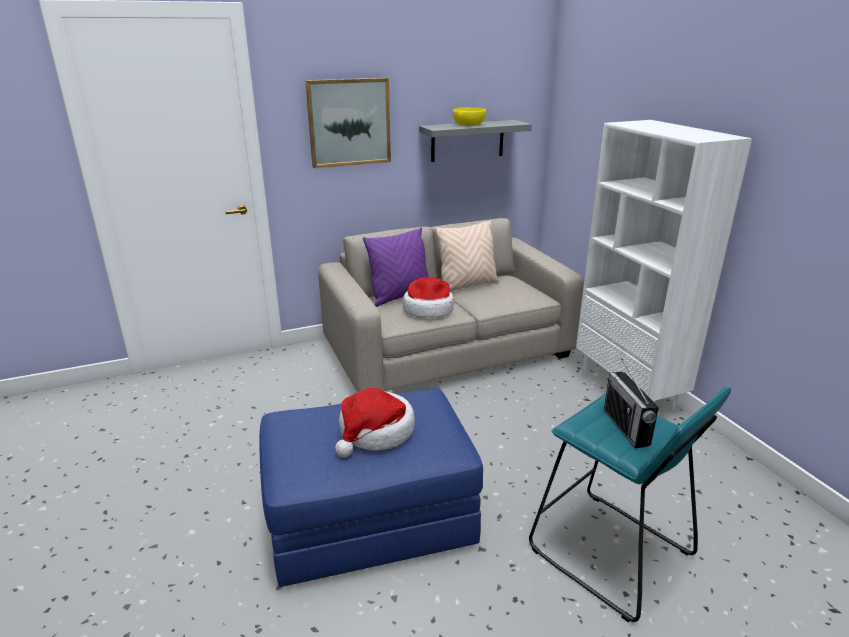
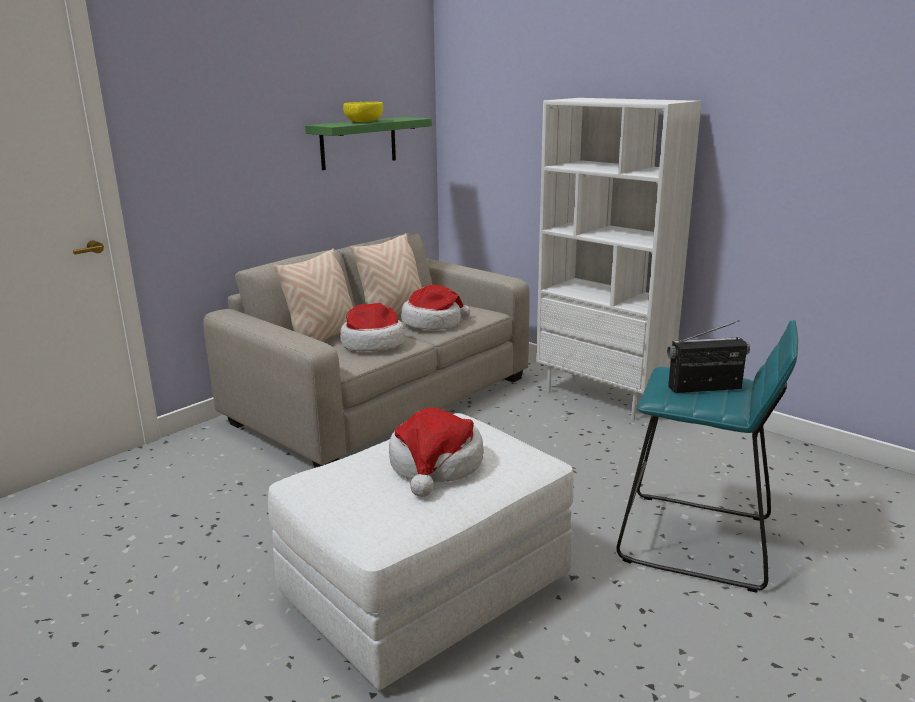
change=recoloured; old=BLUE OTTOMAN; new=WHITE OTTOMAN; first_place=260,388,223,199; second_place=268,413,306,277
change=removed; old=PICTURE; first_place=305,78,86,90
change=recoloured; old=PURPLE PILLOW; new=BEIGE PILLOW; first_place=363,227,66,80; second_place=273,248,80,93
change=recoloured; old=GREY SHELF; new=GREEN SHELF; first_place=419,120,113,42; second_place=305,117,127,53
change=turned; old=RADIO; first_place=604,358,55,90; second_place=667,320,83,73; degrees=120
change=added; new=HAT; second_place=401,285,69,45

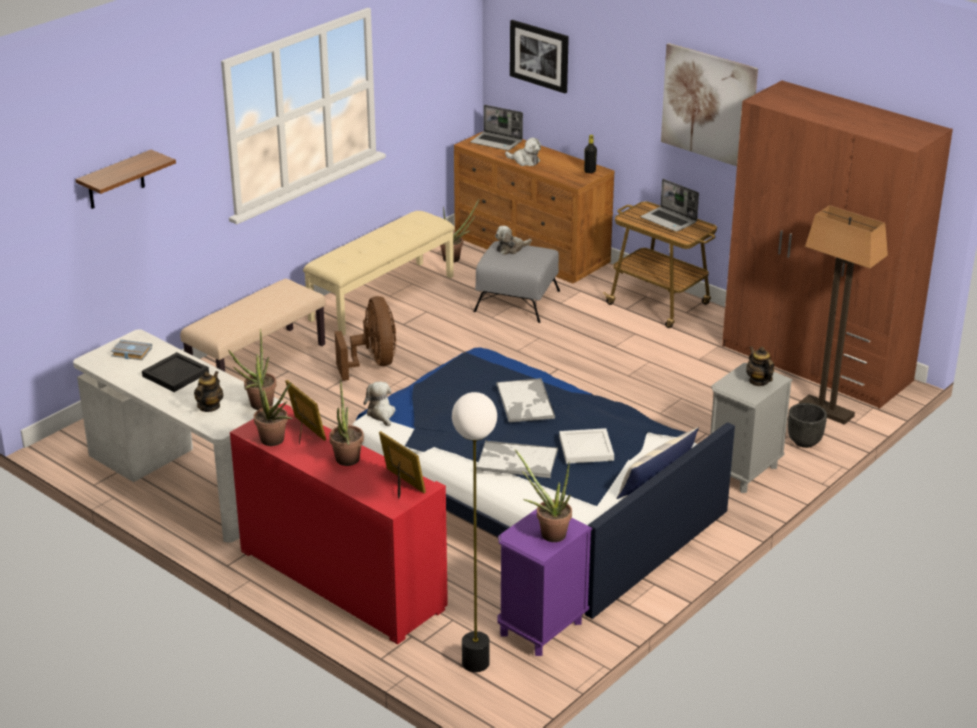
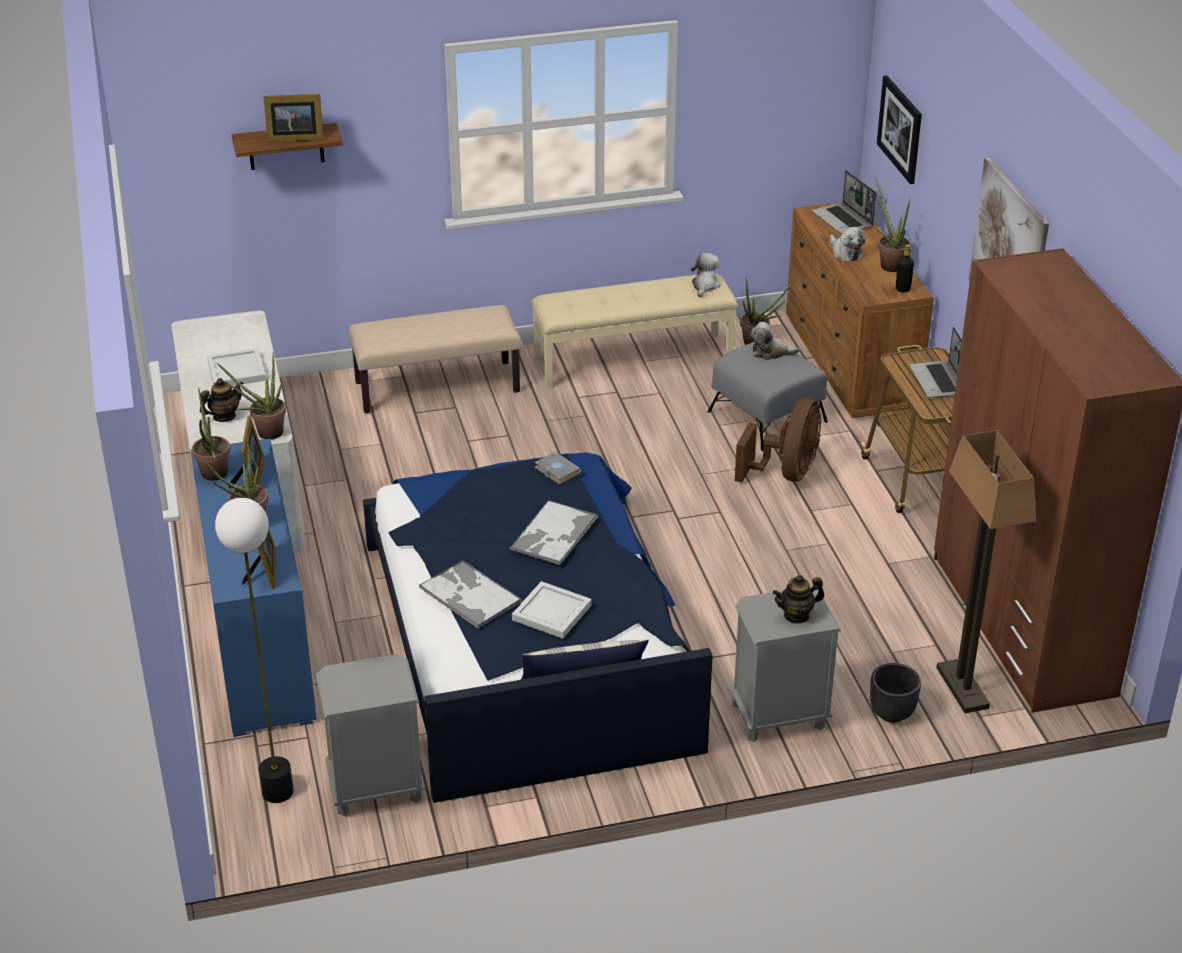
change=moved; old=GREY BOOK; first_place=111,340,41,20; second_place=534,452,48,33
change=recoloured; old=BLACK TRAY; new=WHITE TRAY; first_place=142,352,67,40; second_place=207,348,59,38
change=recoloured; old=RED CABINET; new=BLUE CABINET; first_place=230,403,218,242; second_place=190,439,127,298
change=moved; old=BROWN FAN; first_place=335,296,61,85; second_place=735,397,86,86
change=moved; old=PLUSH TOY; first_place=364,382,32,44; second_place=691,253,29,44
change=recoloured; old=PURPLE NIGHTSTAND; new=GREY NIGHTSTAND; first_place=497,509,95,147; second_place=316,654,109,162
change=moved; old=POTTED PLANT; first_place=515,449,57,93; second_place=873,178,37,94
change=turned; old=TEAPOT; first_place=746,347,28,39; second_place=773,575,51,49; degrees=-120
change=added; new=PICTURE FRAME; second_place=263,94,61,48

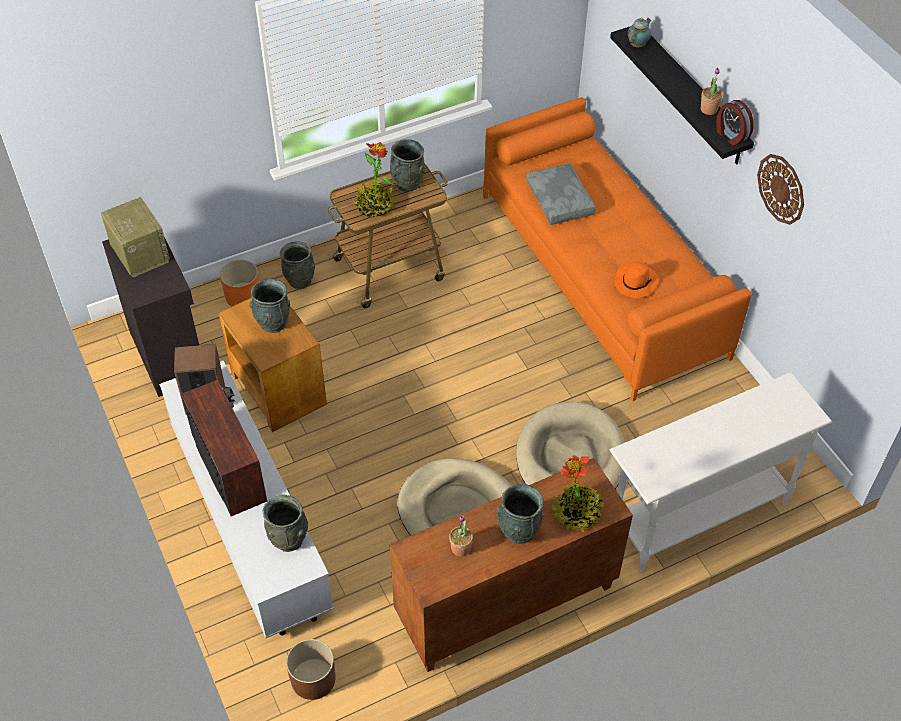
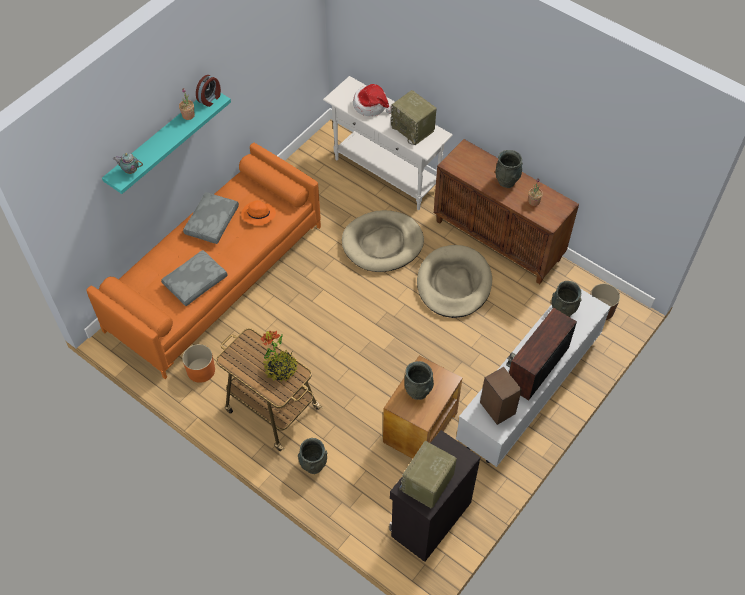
change=moved; old=ORANGE PLANTER; first_place=220,259,39,47; second_place=182,344,33,39
change=removed; old=GREY VASE; first_place=390,139,35,52
change=removed; old=POTTED PLANT; first_place=550,455,55,77
change=recoloured; old=BLACK SHELF; new=TURQUOISE SHELF; first_place=610,26,144,139; second_place=102,93,129,101
change=removed; old=WALL CLOCK; first_place=757,154,47,71
change=added; new=GREY PILLOW; second_place=183,192,56,52
change=added; new=HAT; second_place=353,84,40,32
change=added; new=RADIO; second_place=391,90,46,55

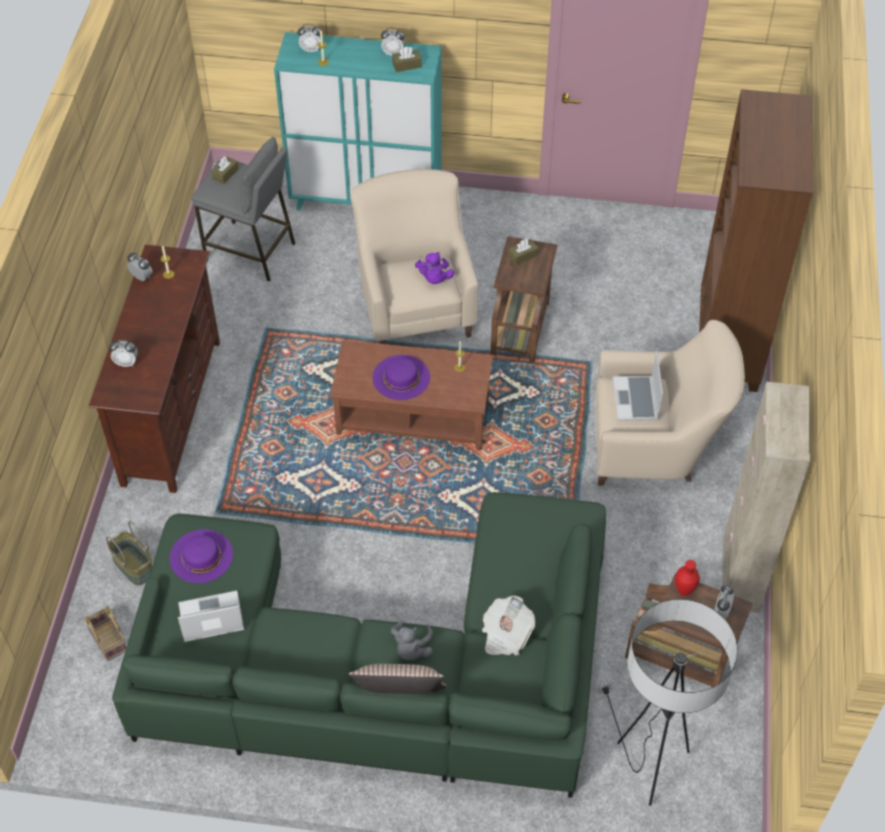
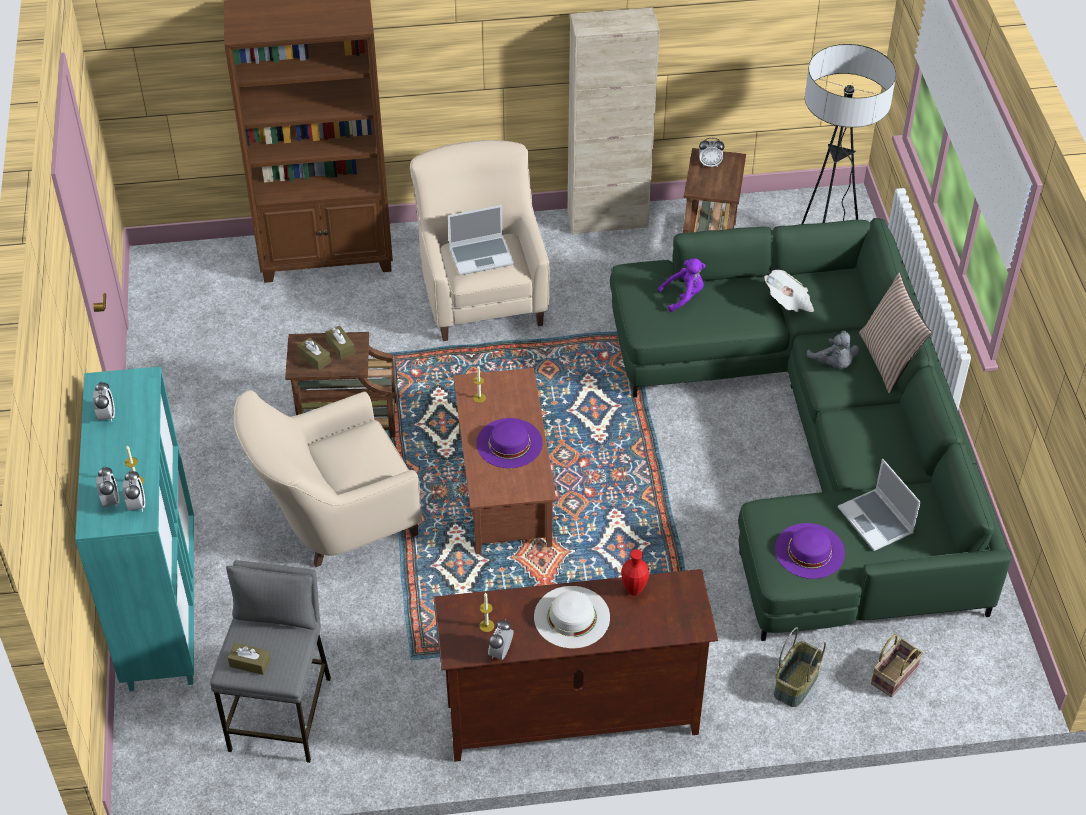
change=moved; old=ALARM CLOCK; first_place=109,340,29,27; second_place=123,470,22,42
change=turned; old=GREY PLUSH TOY; first_place=391,621,42,40; second_place=807,330,52,39; degrees=60
change=moved; old=BROWN TISSUE BOX; first_place=392,46,30,26; second_place=325,326,30,33
change=moved; old=PURPLE PLUSH TOY; first_place=415,252,40,32; second_place=658,258,48,54
change=moved; old=RED VASE; first_place=675,560,25,36; second_place=621,549,28,47
change=added; new=WHITE HAT; second_place=534,586,76,62

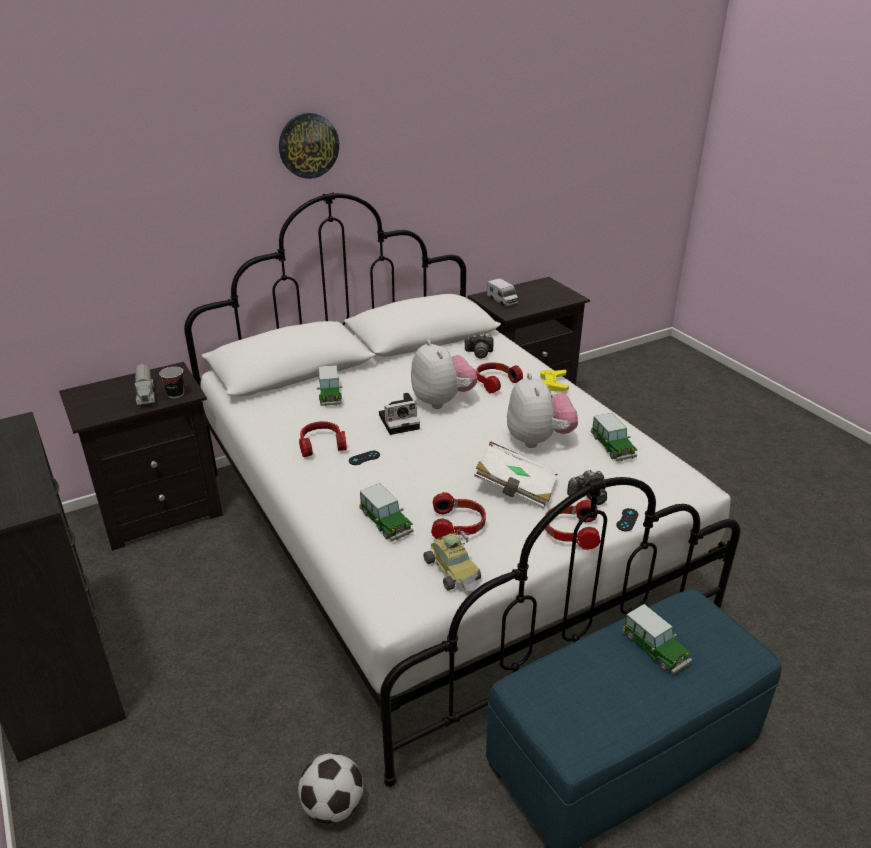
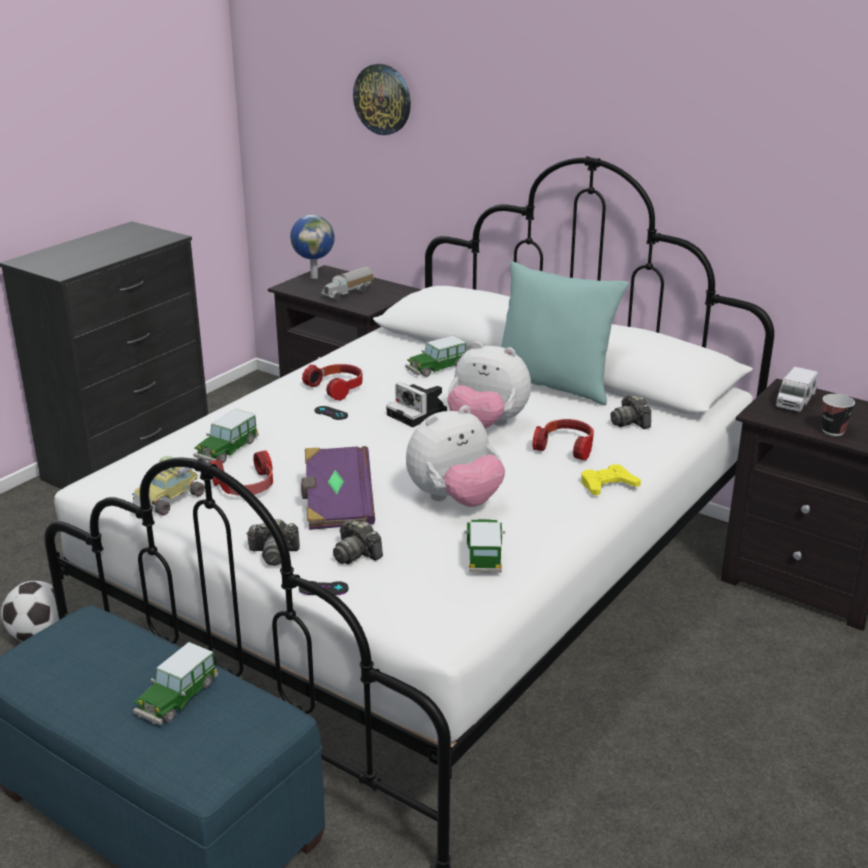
change=moved; old=CUP; first_place=159,366,25,32; second_place=822,394,33,42
change=moved; old=WALL CLOCK; first_place=279,113,60,66; second_place=353,64,58,71
change=turned; old=PLUSH TOY; first_place=411,340,66,69; second_place=447,341,84,88; degrees=75
change=recoloured; old=WHITE BOOK; new=PURPLE BOOK; first_place=474,441,84,68; second_place=301,446,74,84
change=replaced; old=HEADPHONES; new=PHOTO CAMERA; first_place=545,500,55,50; second_place=246,519,54,47
change=turned; old=TOY CAR; first_place=591,413,46,48; second_place=465,519,40,54; degrees=135
change=added; new=GLOBE; second_place=290,215,45,64
change=added; new=TURQUOISE PILLOW; second_place=501,261,128,144

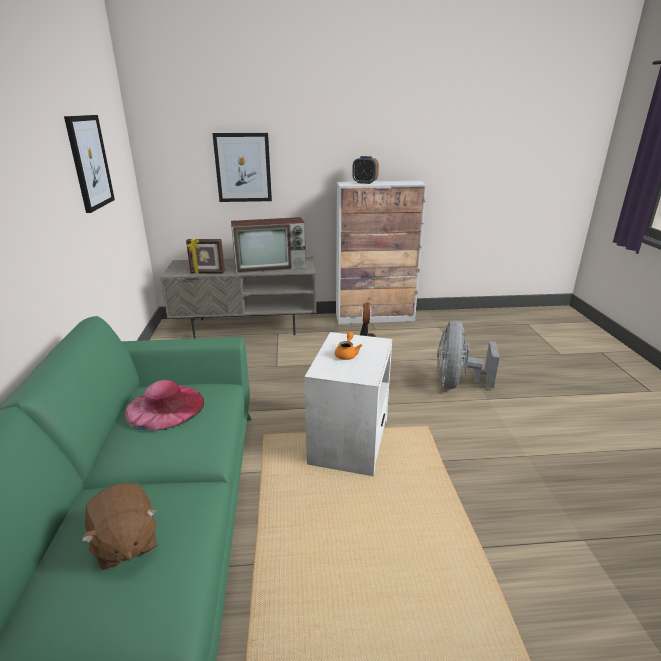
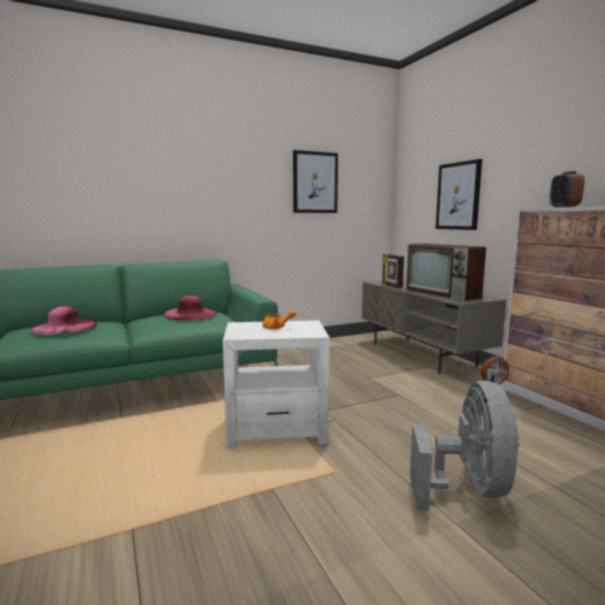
change=replaced; old=BROWN PLUSH TOY; new=PINK HAT; first_place=81,483,77,87; second_place=31,306,66,29
change=turned; old=GREY FAN; first_place=437,321,62,68; second_place=410,381,109,130; degrees=105

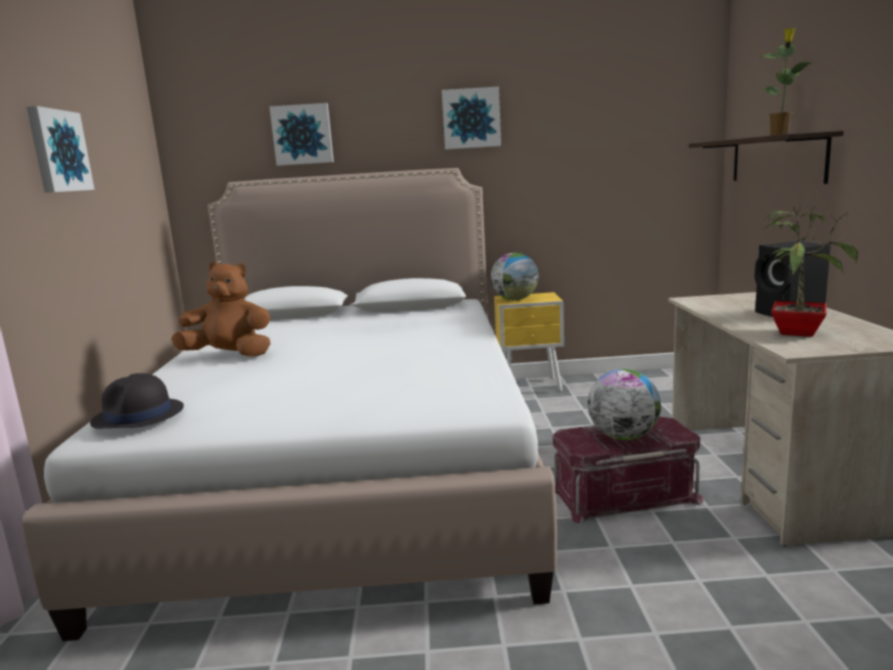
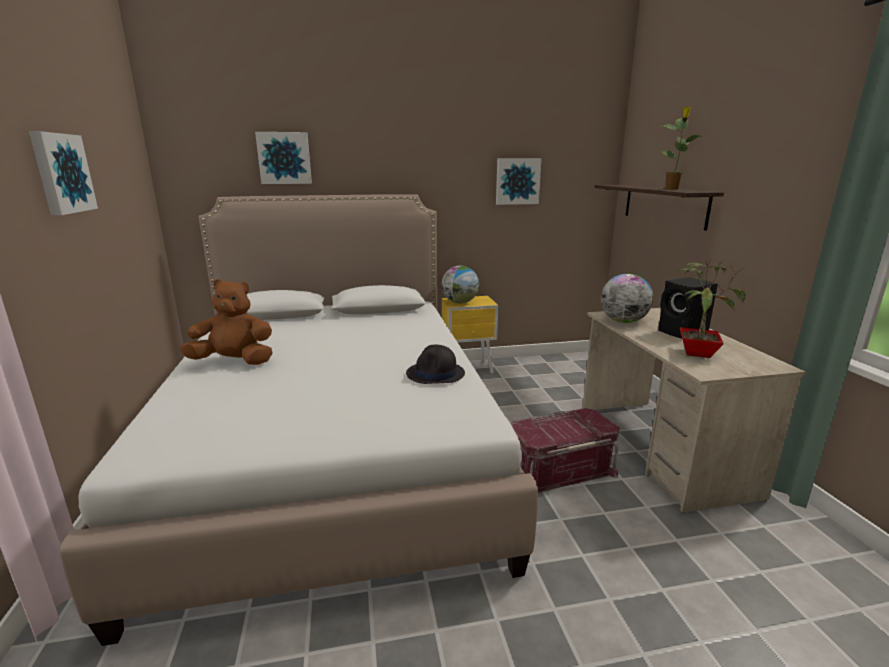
change=moved; old=BLACK HAT; first_place=90,373,94,56; second_place=406,345,59,39
change=moved; old=PICTURE; first_place=442,87,59,63; second_place=496,158,46,47
change=moved; old=GLOBE; first_place=588,369,73,71; second_place=601,274,52,49

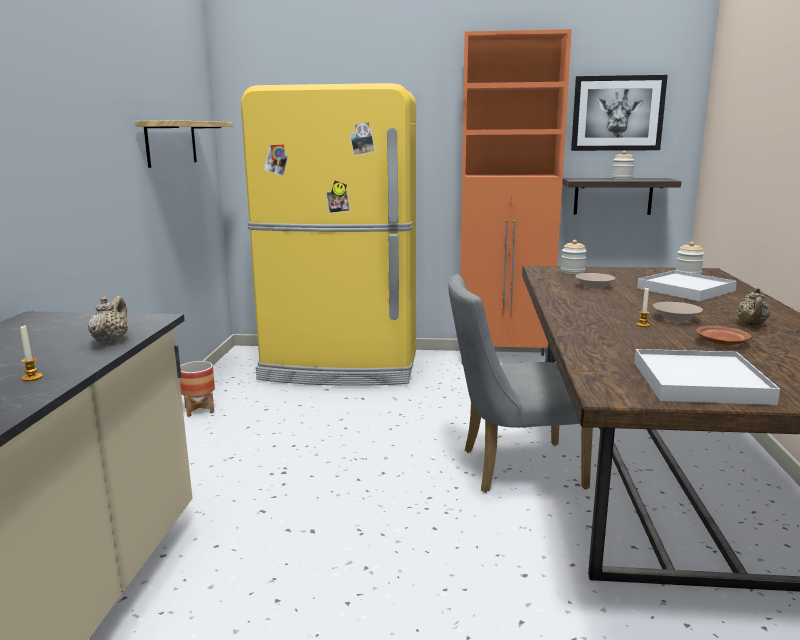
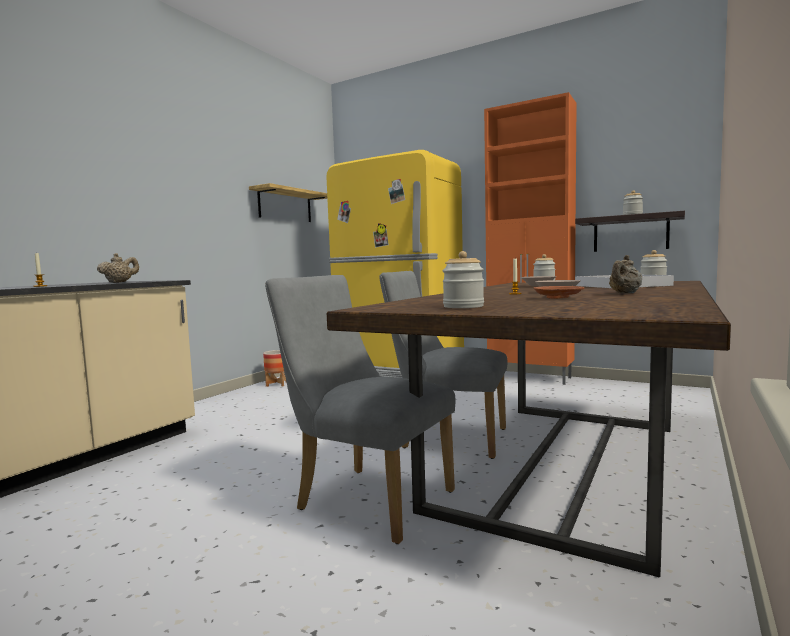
change=removed; old=PICTURE; first_place=571,75,97,76
change=replaced; old=WHITE TRAY; new=JAR; first_place=634,349,146,56; second_place=442,251,42,57
change=added; new=GREY CHAIR; second_place=265,275,190,269

